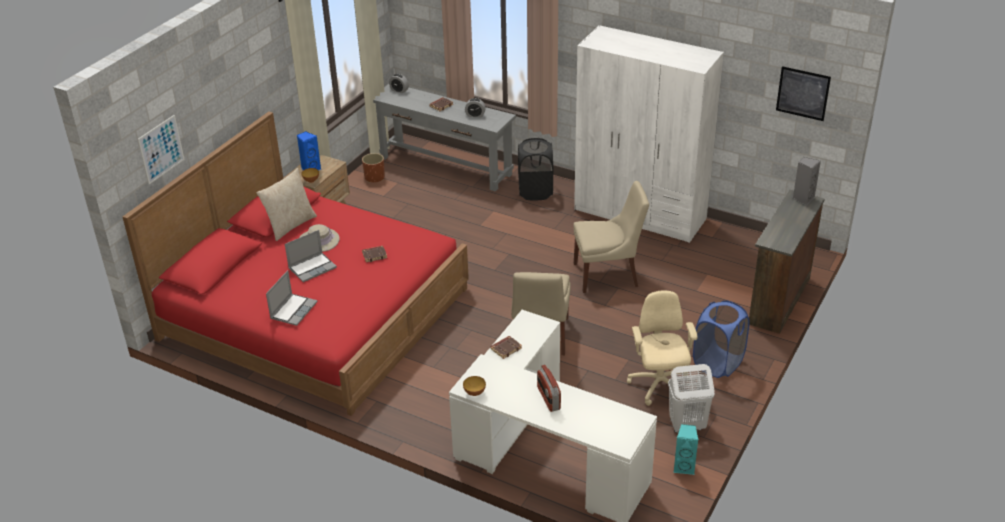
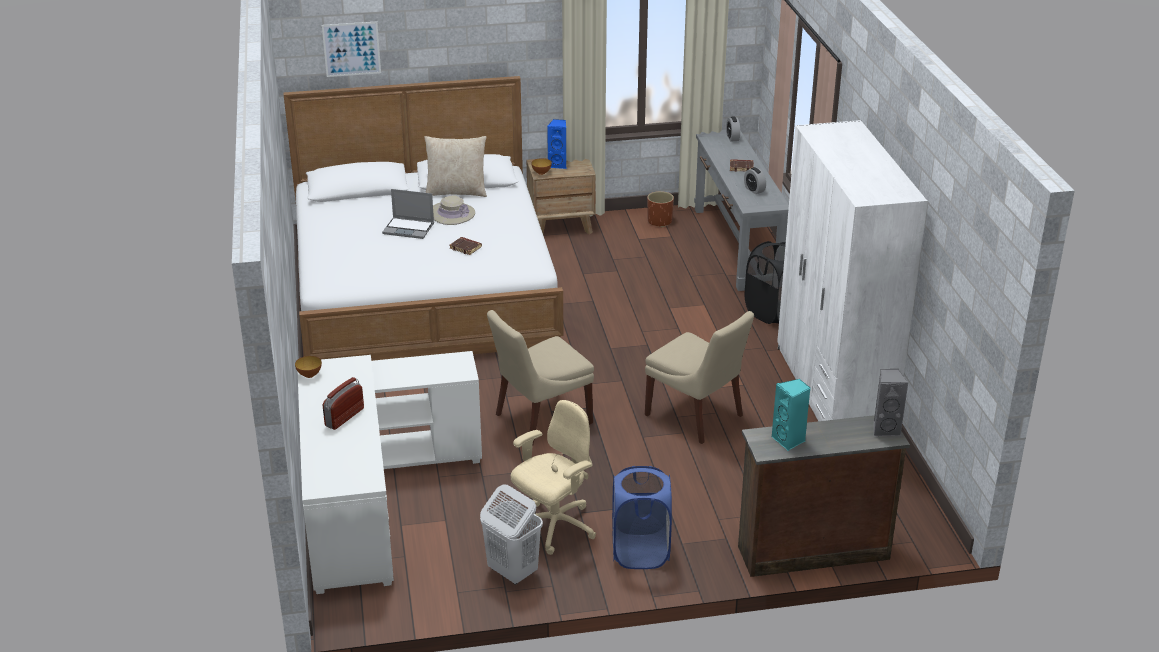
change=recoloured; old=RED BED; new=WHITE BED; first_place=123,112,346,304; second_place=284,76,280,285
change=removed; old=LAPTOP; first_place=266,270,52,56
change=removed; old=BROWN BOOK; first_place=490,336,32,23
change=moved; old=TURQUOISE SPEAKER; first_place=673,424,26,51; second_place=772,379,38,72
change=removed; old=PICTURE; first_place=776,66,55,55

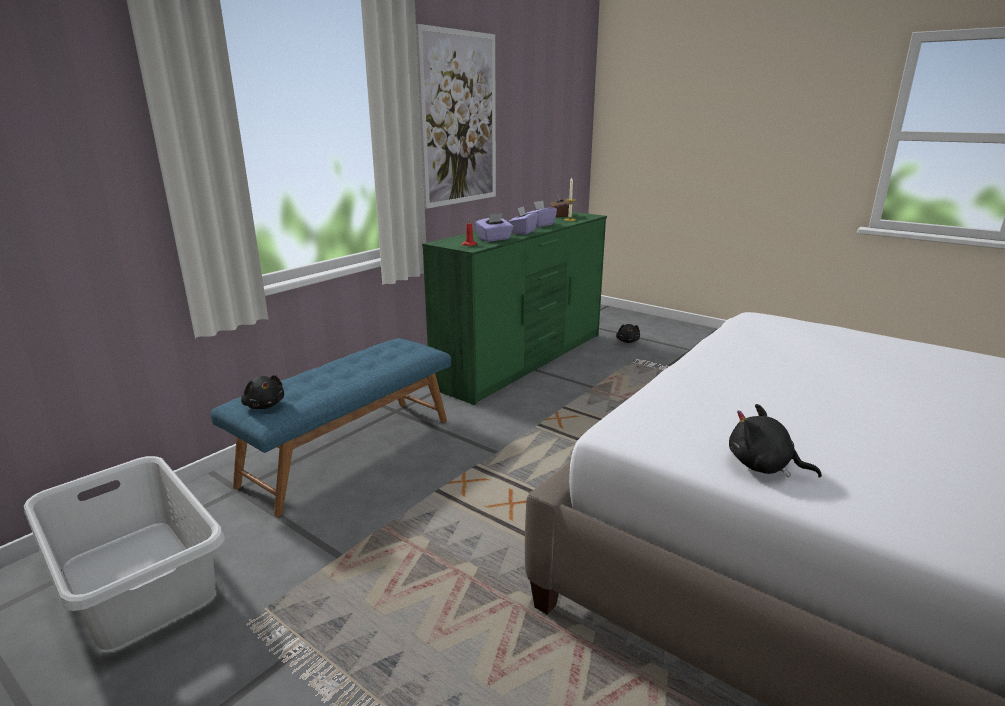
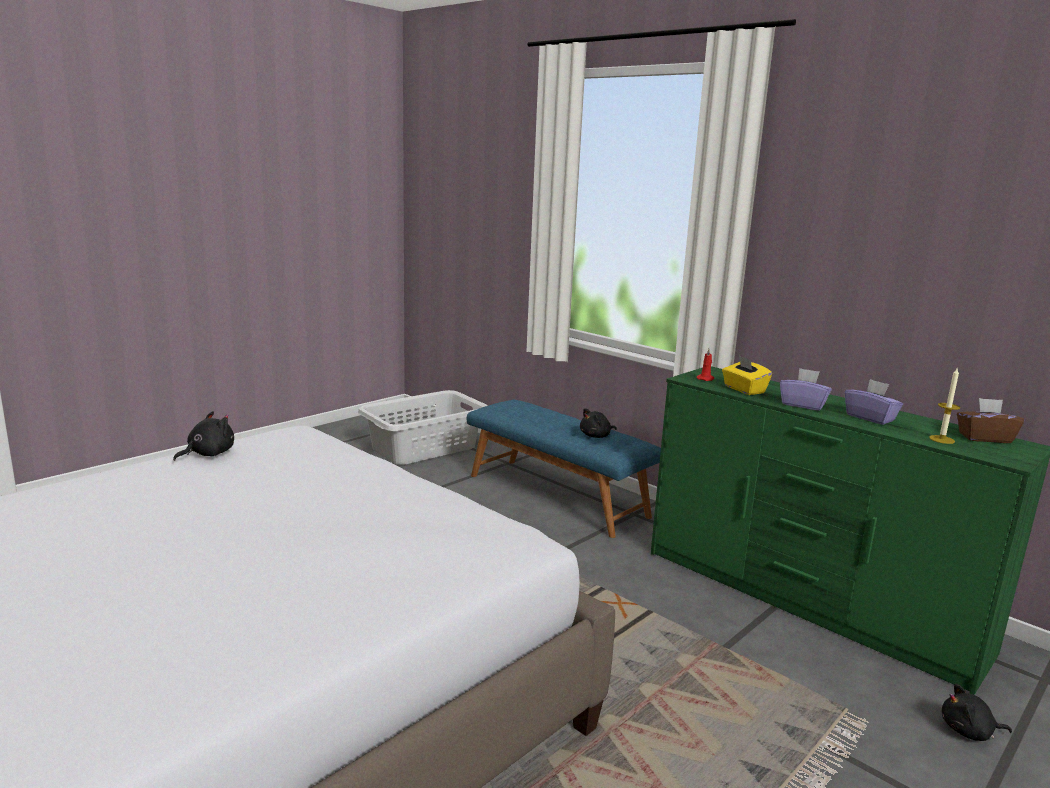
change=moved; old=BLACK PLUSH TOY; first_place=241,375,43,34; second_place=580,408,37,30
change=removed; old=PICTURE; first_place=416,24,80,185
change=recoloured; old=PURPLE TISSUE BOX; new=YELLOW TISSUE BOX; first_place=475,213,38,29; second_place=722,355,50,40

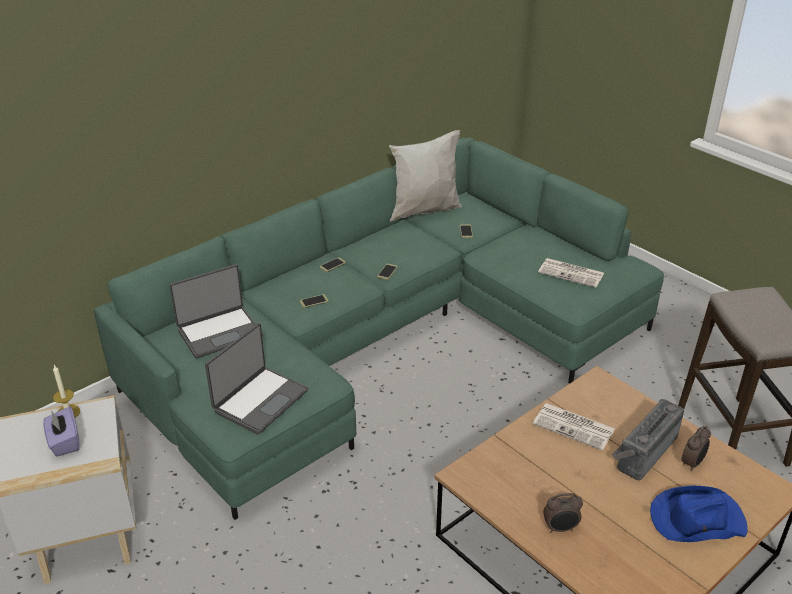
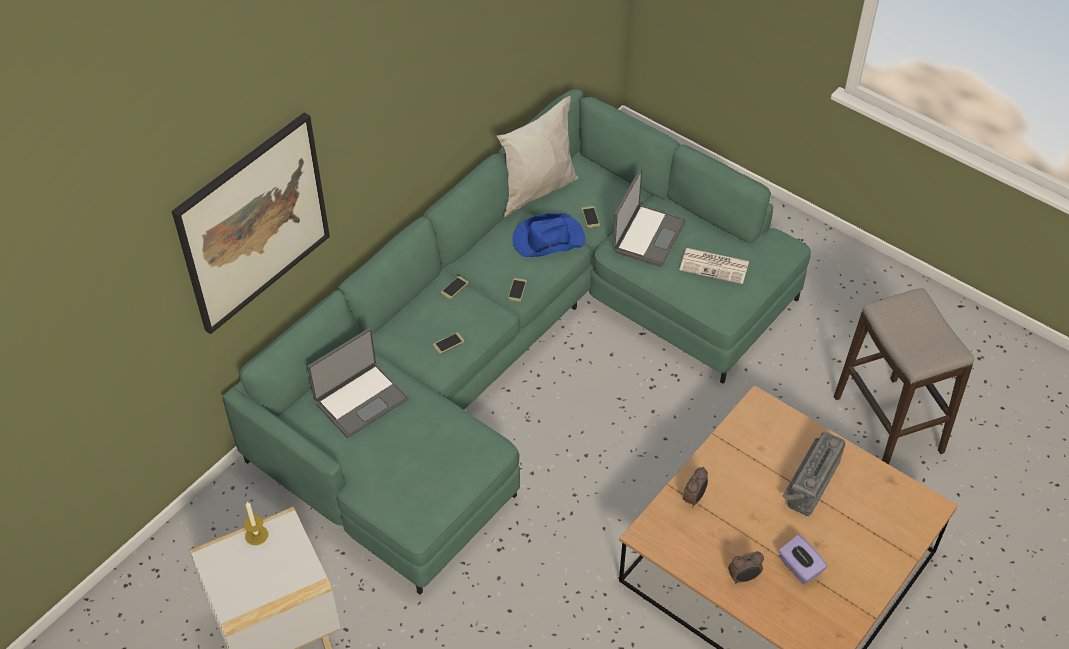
change=moved; old=PURPLE TISSUE BOX; first_place=43,406,37,51; second_place=779,535,48,49
change=moved; old=LAPTOP; first_place=205,323,103,112; second_place=612,169,74,98
change=removed; old=NEWSPAPER; first_place=533,403,82,47
change=moved; old=BLUE HAT; first_place=650,486,98,56; second_place=513,213,72,44
change=moved; old=ALARM CLOCK; first_place=681,426,30,45; second_place=683,467,25,40
change=added; new=PICTURE; second_place=172,112,158,222

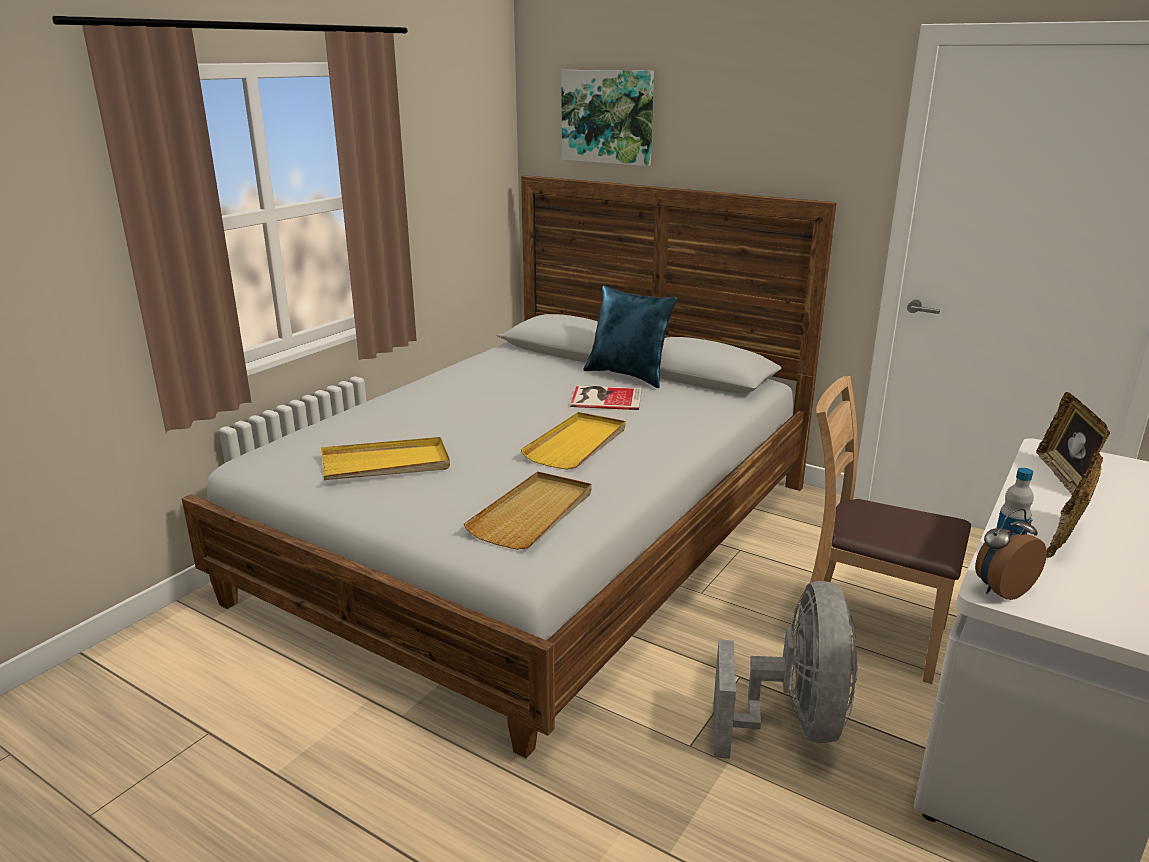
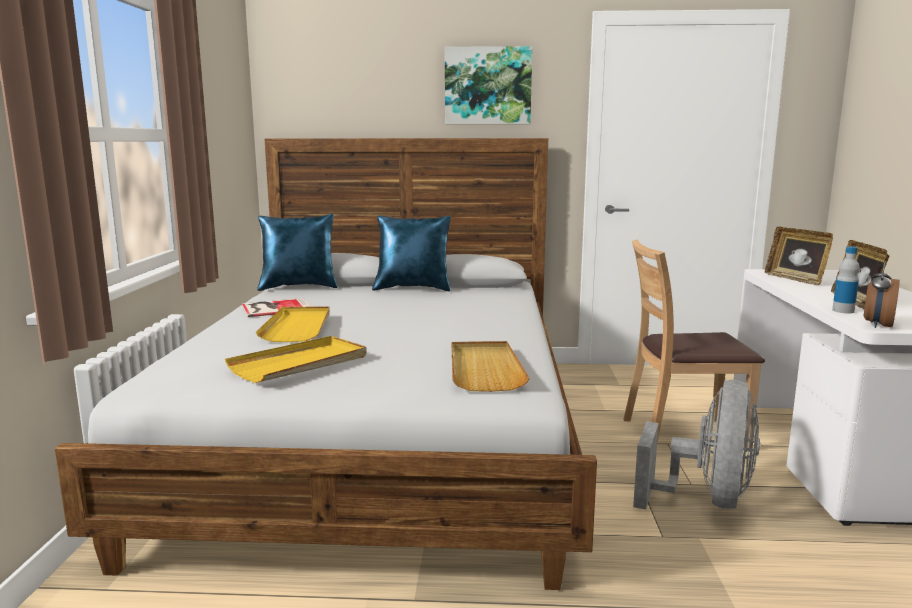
change=moved; old=YELLOW TRAY; first_place=521,412,104,58; second_place=256,306,74,36
change=moved; old=PICTURE; first_place=561,70,93,96; second_place=445,46,87,78
change=moved; old=BOOK; first_place=570,385,72,25; second_place=242,298,68,19
change=turned; old=GREY FAN; first_place=713,581,145,178; second_place=633,380,127,130; degrees=45
change=added; new=BLUE PILLOW; second_place=257,214,81,77

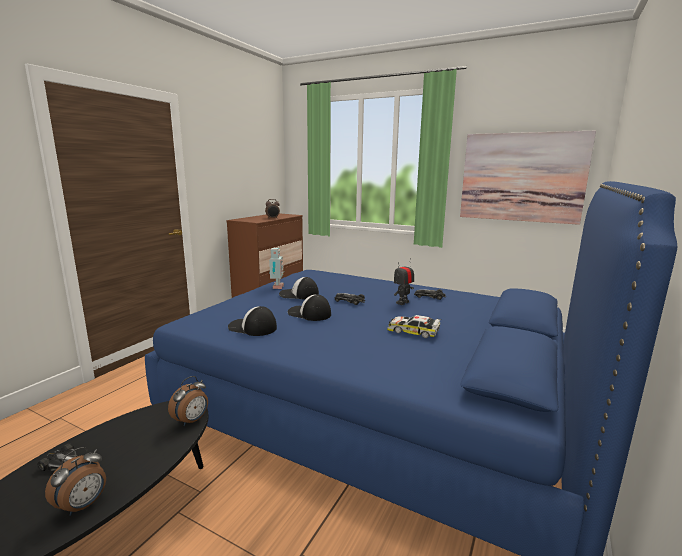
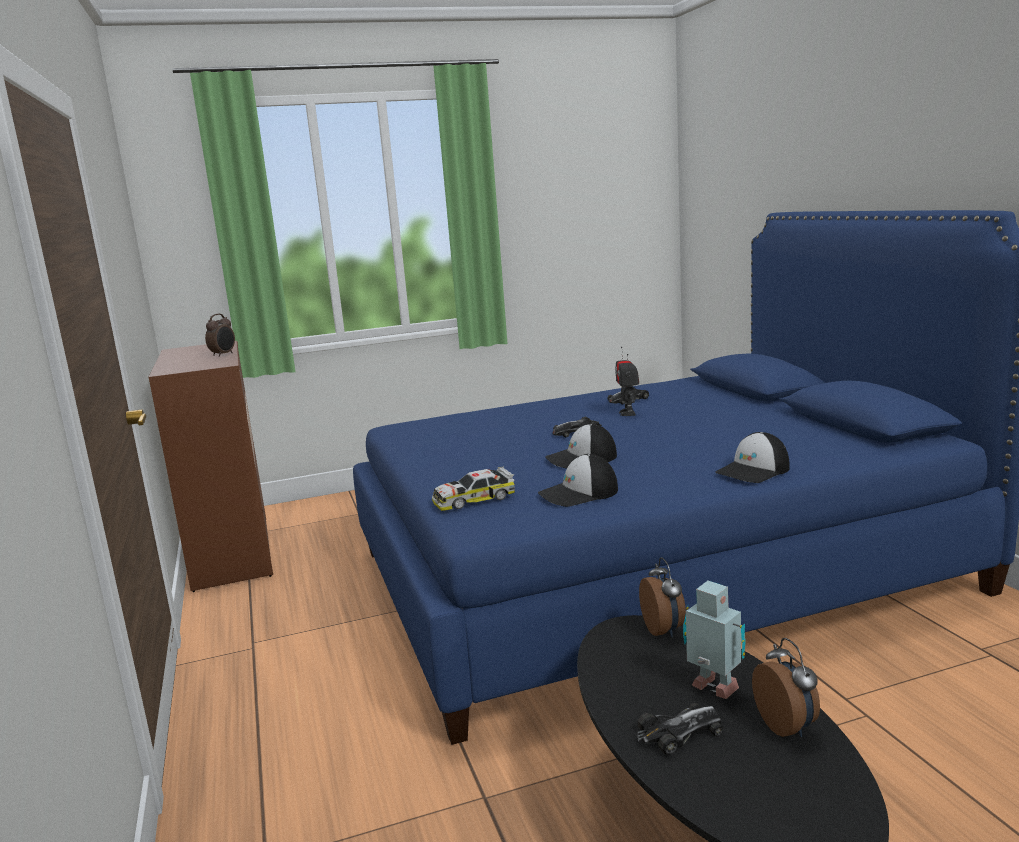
change=moved; old=TOY ROBOT; first_place=269,248,15,41; second_place=683,581,63,118
change=moved; old=CAP; first_place=279,277,40,22; second_place=715,432,75,51
change=moved; old=TOY CAR; first_place=387,315,54,23; second_place=432,466,83,45
change=removed; old=PICTURE; first_place=460,131,136,94

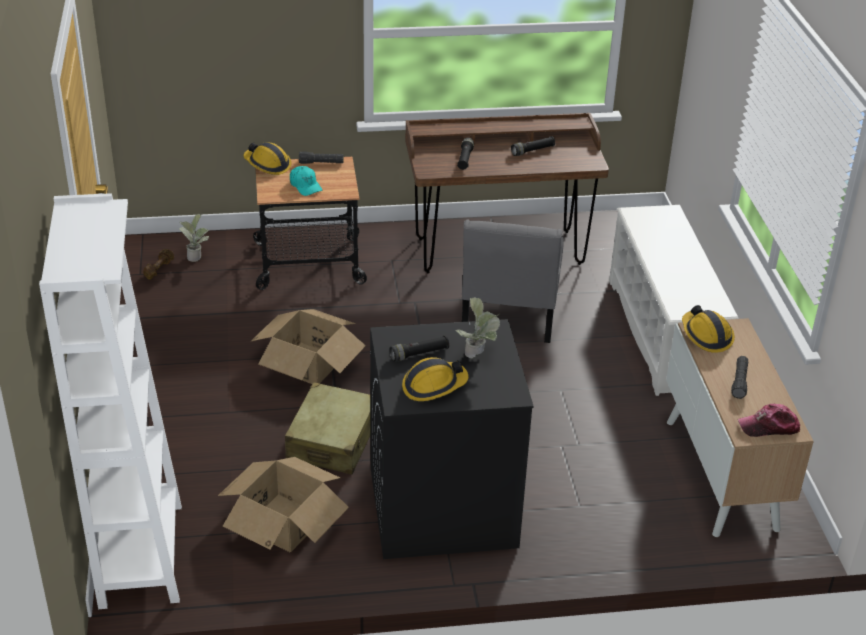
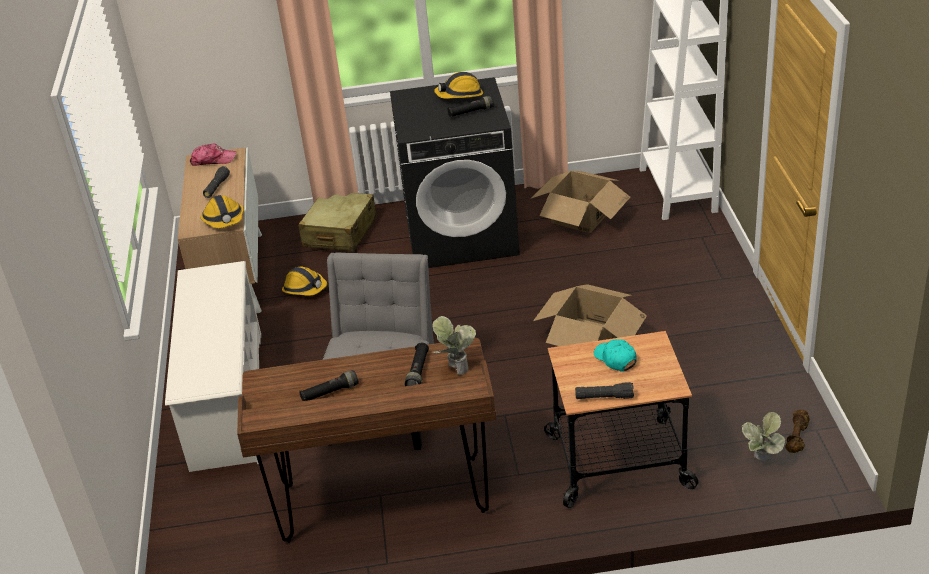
change=moved; old=HARD HAT; first_place=244,142,47,33; second_place=282,266,45,30
change=moved; old=BEIGE SUITCASE; first_place=285,382,86,92; second_place=298,193,79,58
change=moved; old=POTTED PLANT; first_place=456,297,44,61; second_place=432,316,44,59

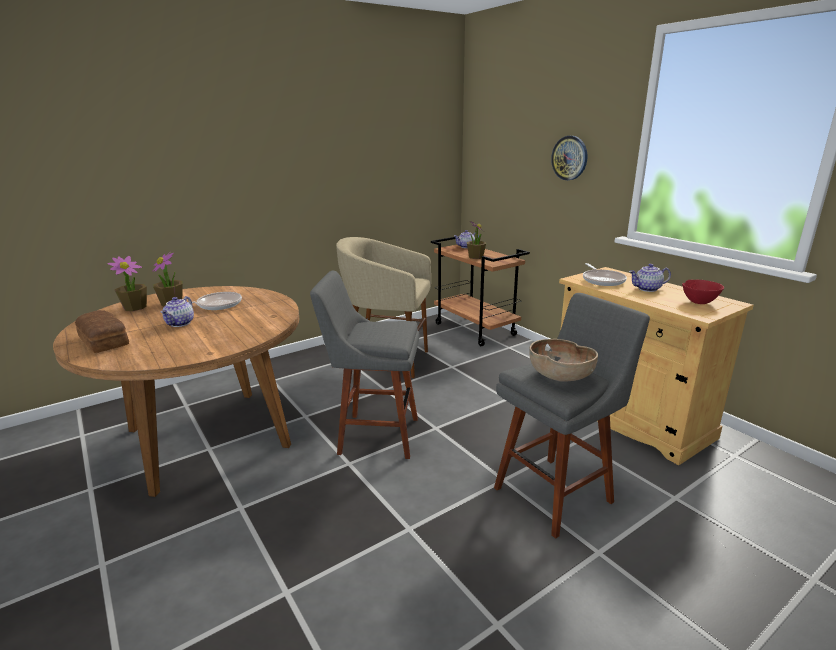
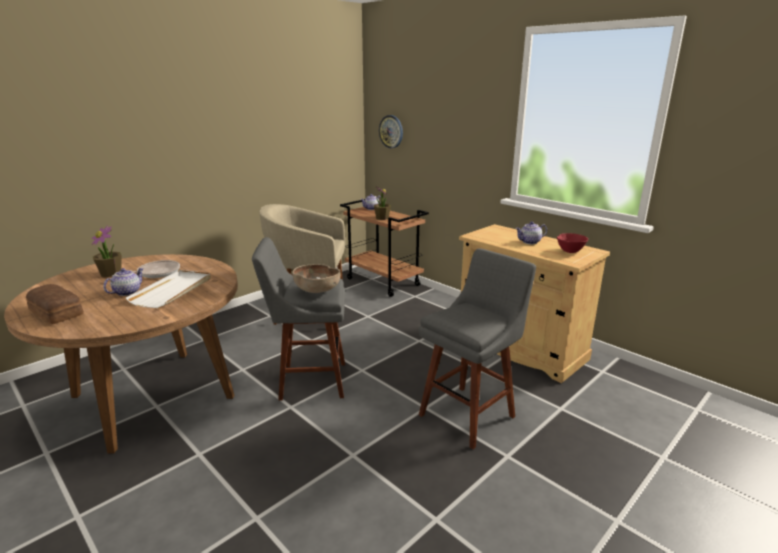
change=removed; old=POTTED PLANT; first_place=108,256,39,55
change=turned; old=TEAPOT; first_place=161,296,33,31; second_place=103,268,41,28; degrees=-150
change=moved; old=BROWN BOWL; first_place=529,339,69,43; second_place=292,264,48,29
change=moved; old=WALL CLOCK; first_place=551,136,36,44; second_place=379,115,24,33
change=removed; old=FRYING PAN; first_place=583,263,44,23
change=added; new=WHITE TRAY; second_place=126,270,85,38

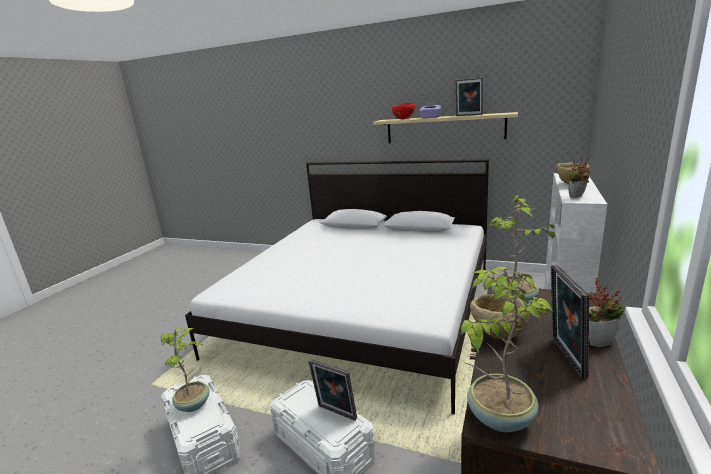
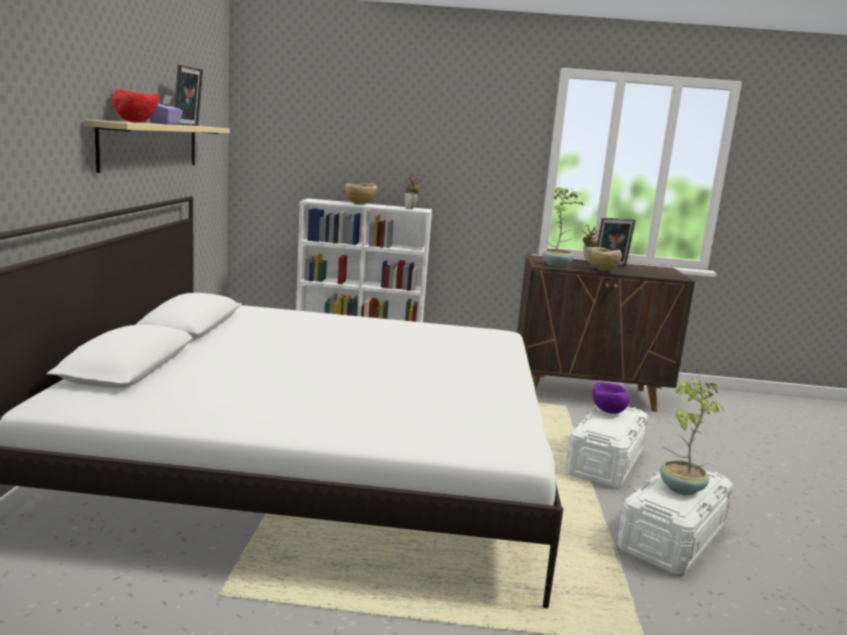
change=replaced; old=PICTURE FRAME; new=PURPLE BOWL; first_place=309,359,48,62; second_place=592,382,38,32
change=removed; old=POTTED PLANT; first_place=460,267,94,165

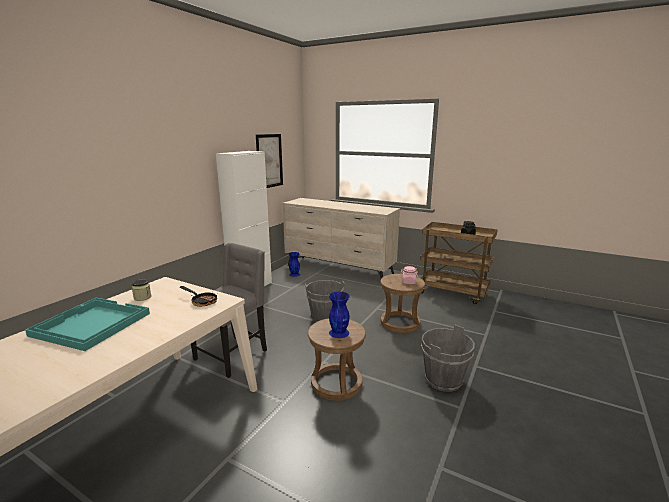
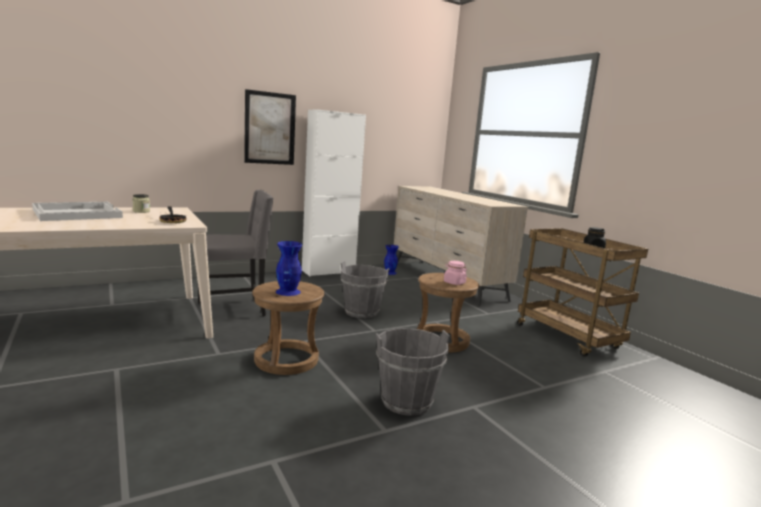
change=recoloured; old=TURQUOISE TRAY; new=WHITE TRAY; first_place=25,298,125,53; second_place=32,202,91,19
change=moved; old=PICTURE; first_place=256,134,27,54; second_place=244,89,52,76

